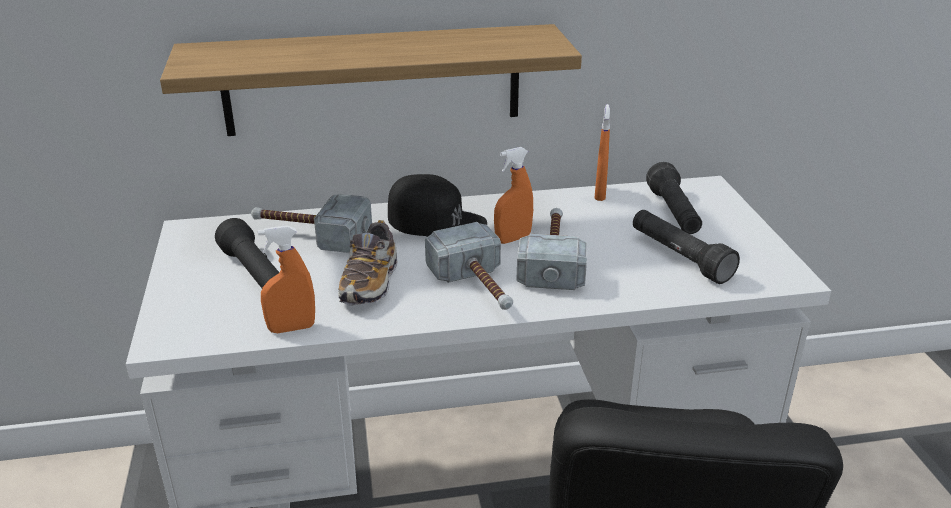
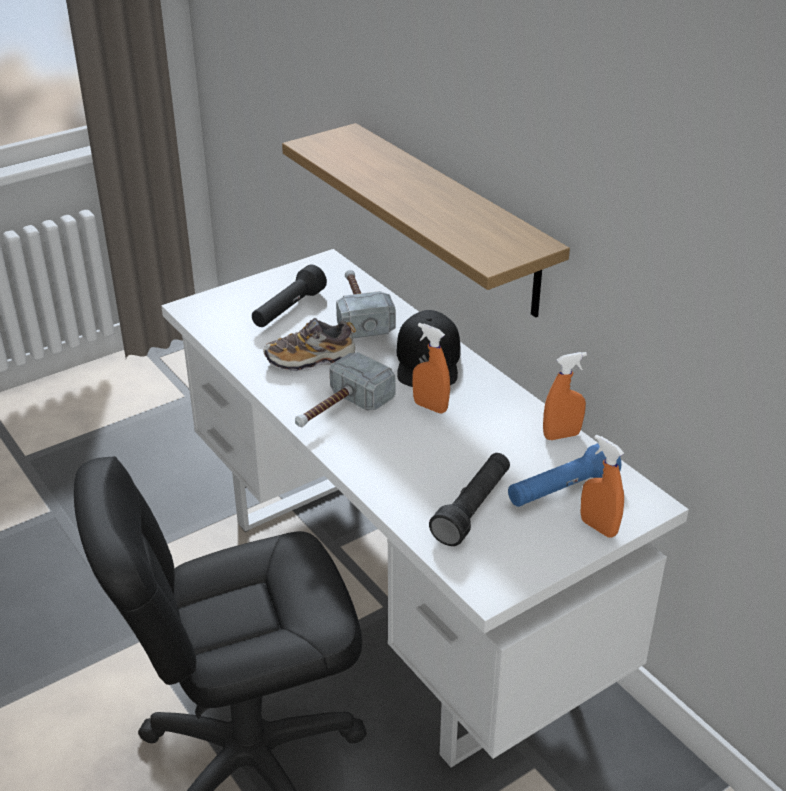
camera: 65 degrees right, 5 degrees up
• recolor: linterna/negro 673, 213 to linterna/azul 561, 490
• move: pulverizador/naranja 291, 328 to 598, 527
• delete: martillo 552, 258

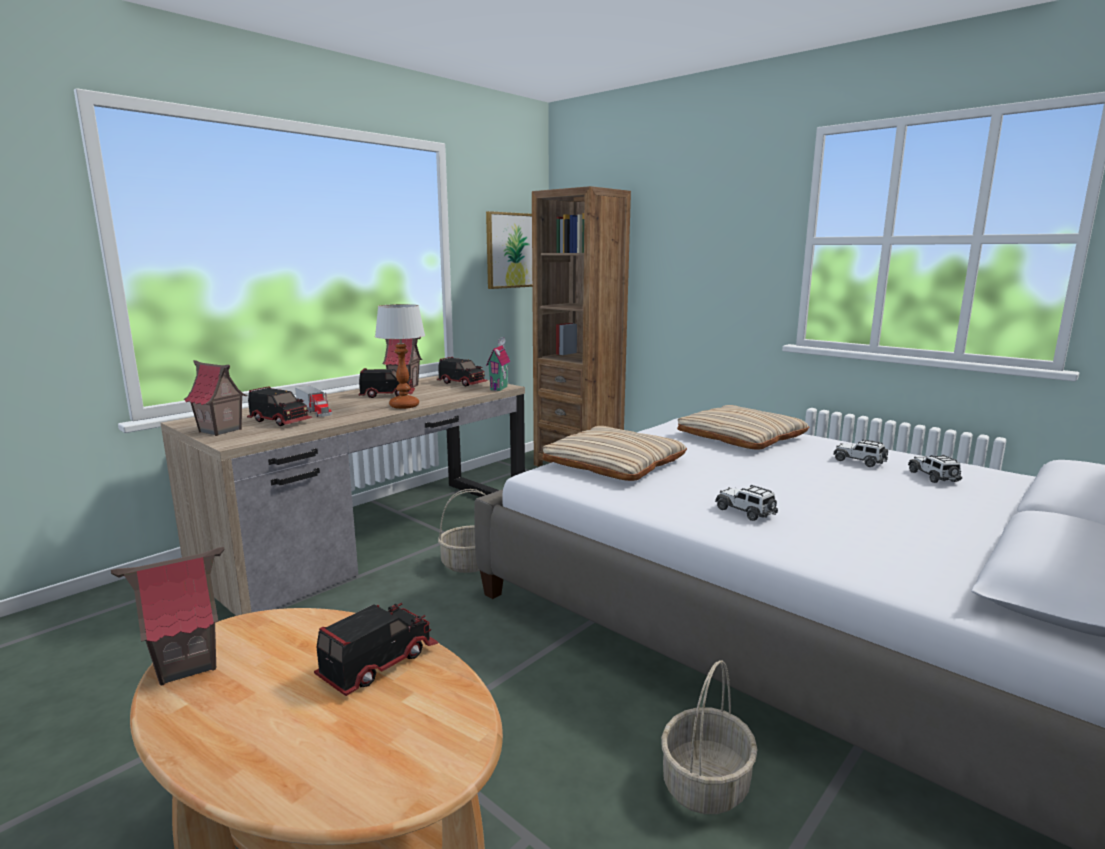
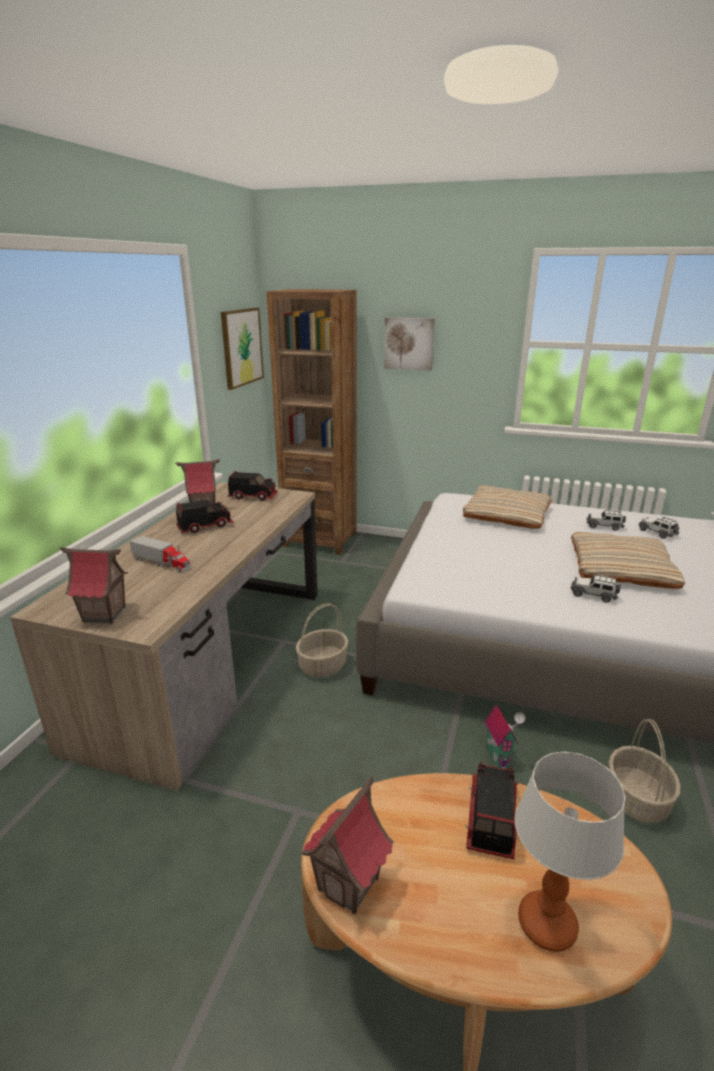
camera: 25 degrees left, 10 degrees up
• insert: cuadro 409, 343
• move: casita 500, 388 to 500, 756
• move: lámpara de mesa 404, 406 to 547, 925
• move: cojín/beis 614, 463 to 621, 567
• delete: camión de juguete 280, 421

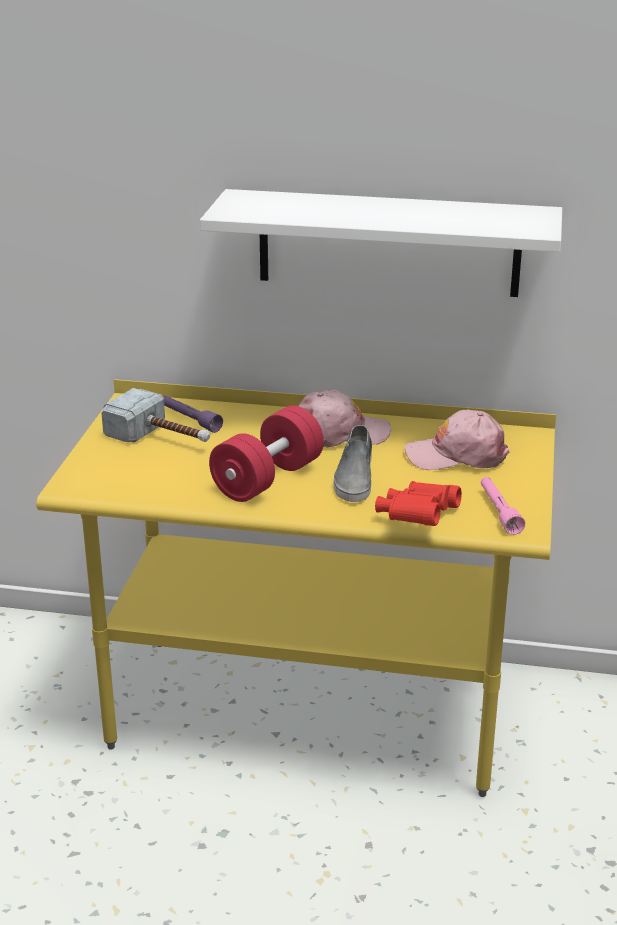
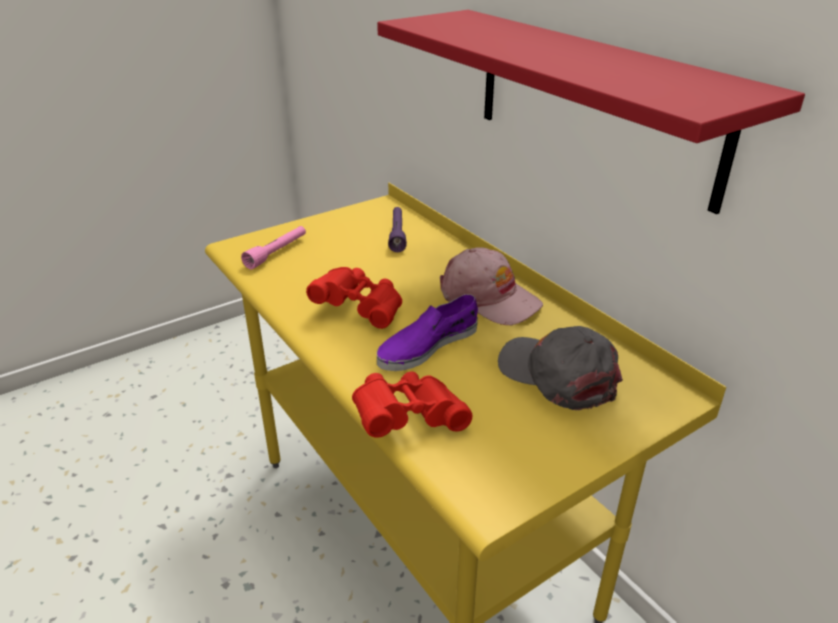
camera: 45 degrees right, 5 degrees up
• move: linterna/rosa 499, 512 to 277, 253
• replace: mancuerna/rojo 267, 479 to prismáticos/rojo 360, 309
• recolor: estante/blanco 388, 243 to estante/rojo 592, 102
• recolor: zapato/gris 354, 477 to zapato/morado 427, 345
• recolor: gorra/rosa 456, 455 to gorra/gris 558, 375
• delete: martillo 162, 439

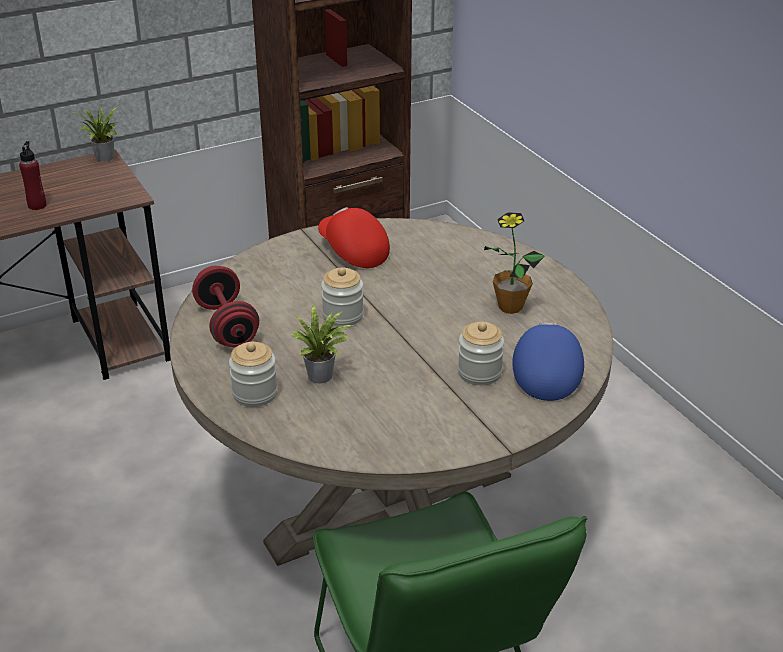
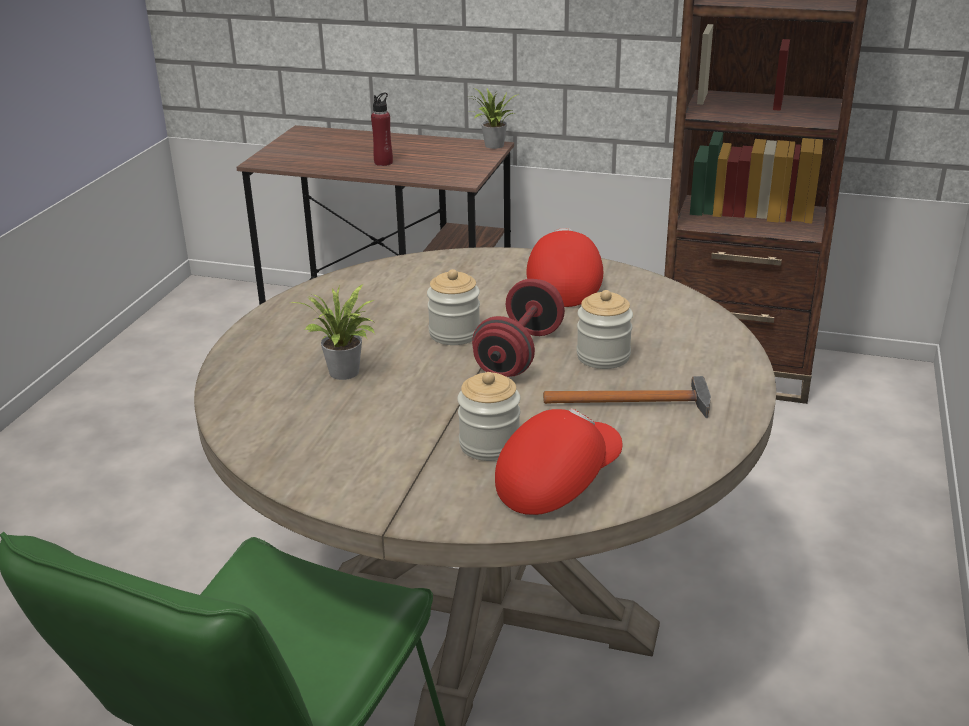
camera: 45 degrees right, 5 degrees down
• move: mancuerna/rojo 227, 325 to 519, 354
• recolor: gorra/azul 545, 373 to gorra/rojo 556, 482
• replace: planta en maceta 510, 307 to martillo 635, 402
• move: tarro 255, 393 to 603, 356

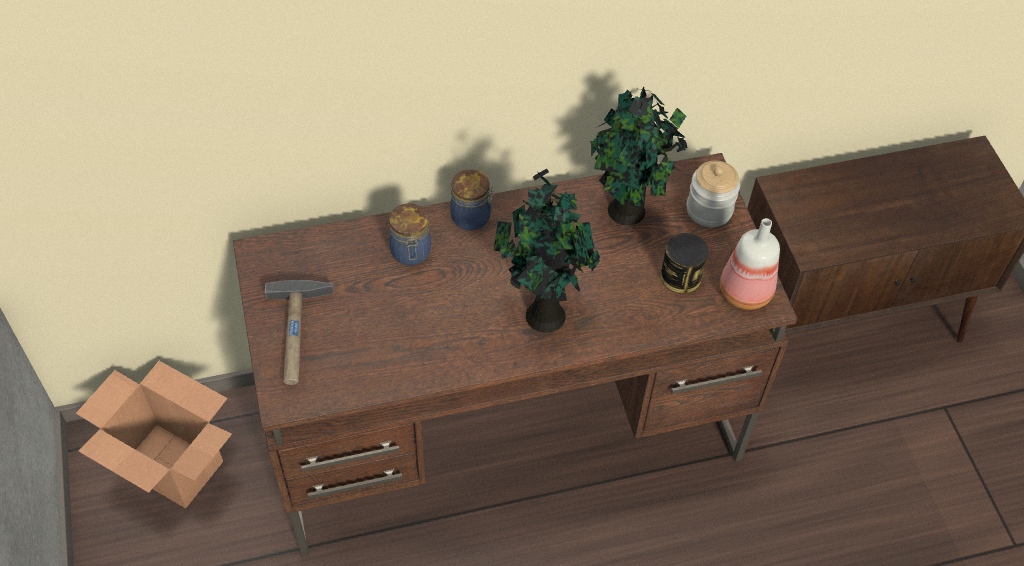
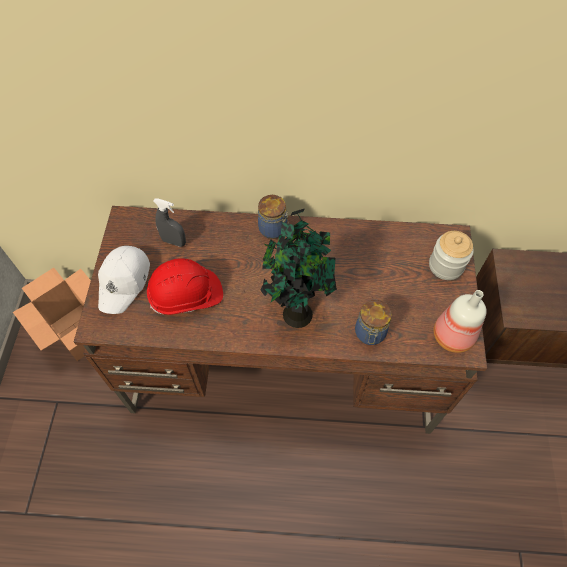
camera: 20 degrees right, 5 degrees up
• replace: martillo 298, 334 to gorra/blanco 125, 282
• insert: casco/rojo 186, 296
• insert: pulverizador/gris 174, 242
• move: tarro 411, 253 to 369, 334
• delete: planta en maceta 627, 213
• delete: lata 680, 276

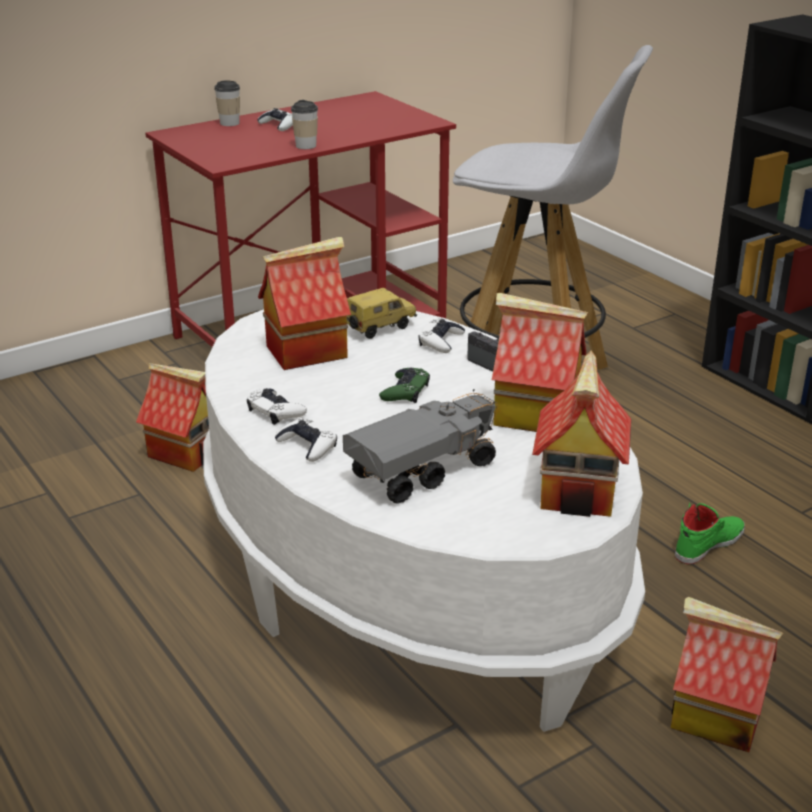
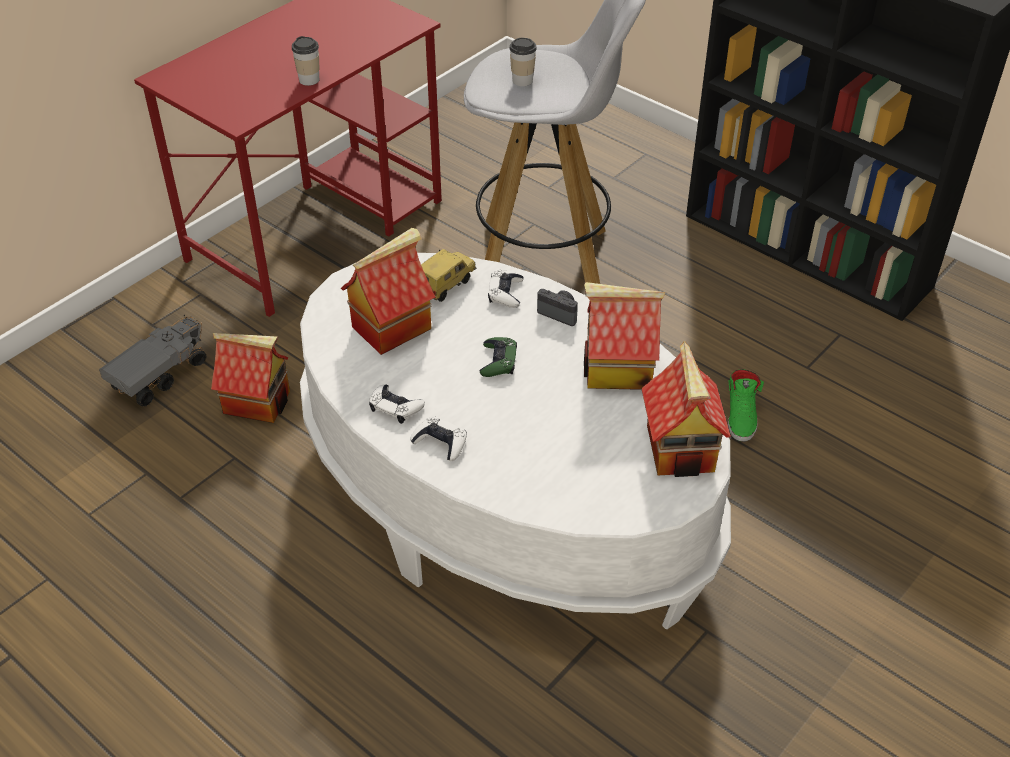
camera: 15 degrees left, 15 degrees up
• move: camión de juguete 424, 470 to 160, 375
• move: taza 229, 123 to 522, 81
• rotate: zapato/verde 708, 543 = 741, 415 150 degrees clockwise
• delete: mando de consola/blanco 279, 125
• delete: casita 714, 718

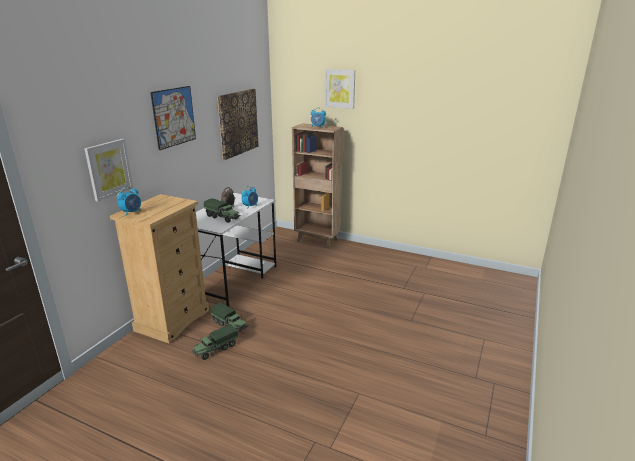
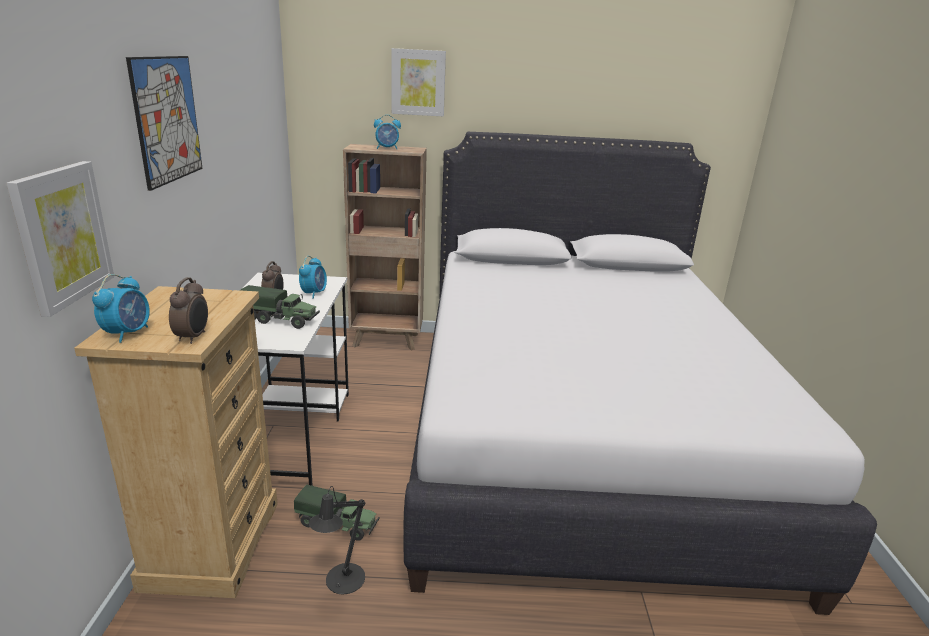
camera: 25 degrees left, 0 degrees up
• insert: despertador 193, 337
• replace: camión de juguete 215, 349 to lámpara de mesa/negro 341, 582
• insert: cama/blanco 575, 431
• delete: cuadro 237, 123

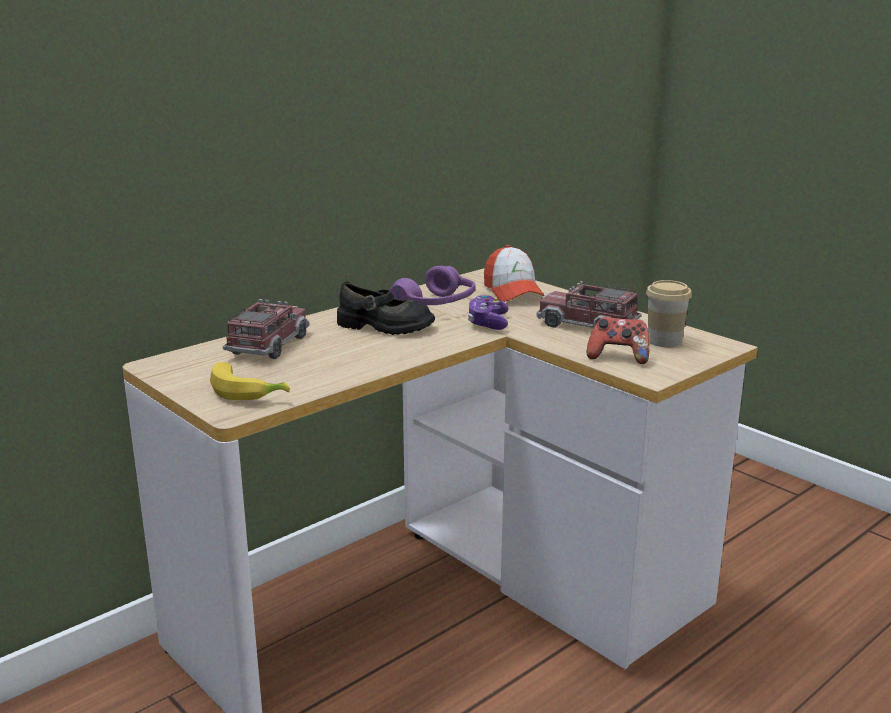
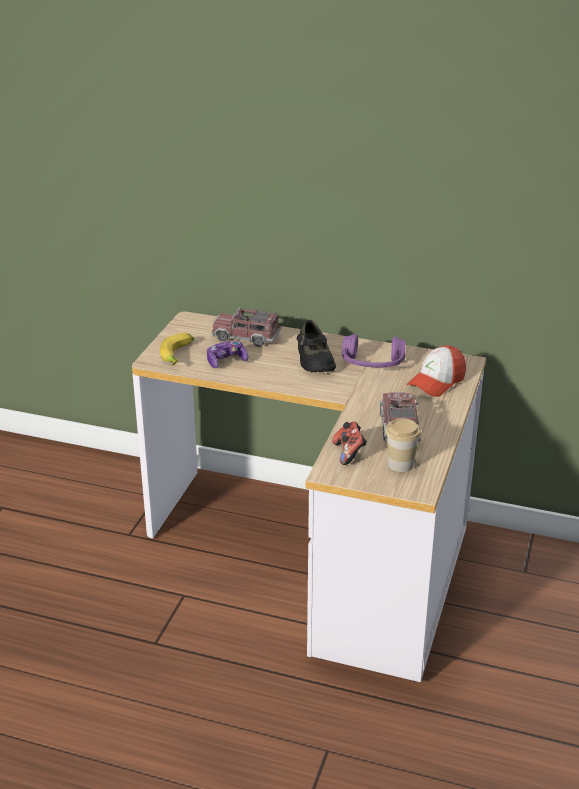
camera: 60 degrees right, 10 degrees up
• move: mando de consola 488, 323 to 226, 361
• rotate: camión de juguete 269, 345 = 246, 337 150 degrees counterclockwise

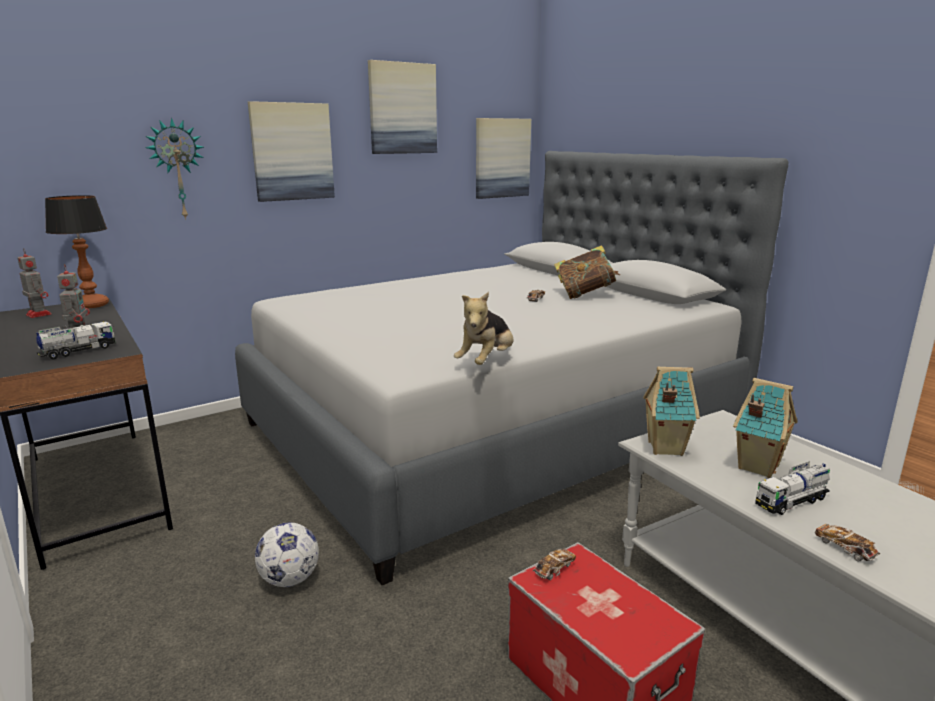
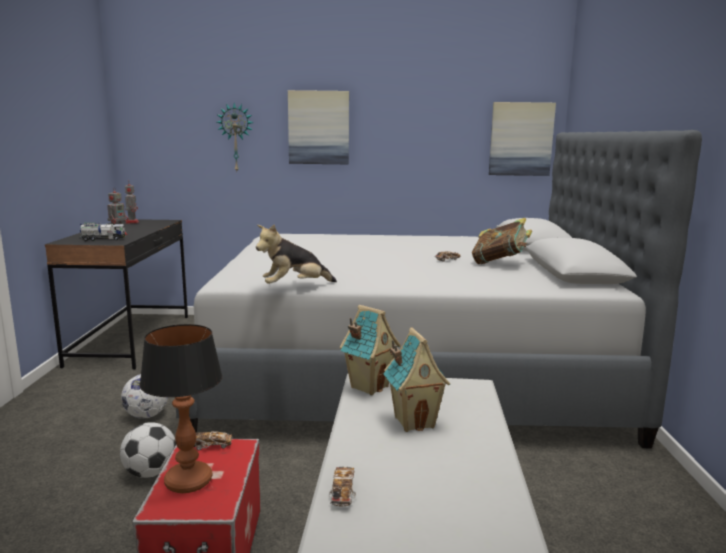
camera: 35 degrees right, 5 degrees down
• insert: balón de fútbol 150, 473
• move: lámpara de mesa 91, 305 to 188, 481
• delete: cuadro 402, 108
• delete: camión de juguete 791, 502

